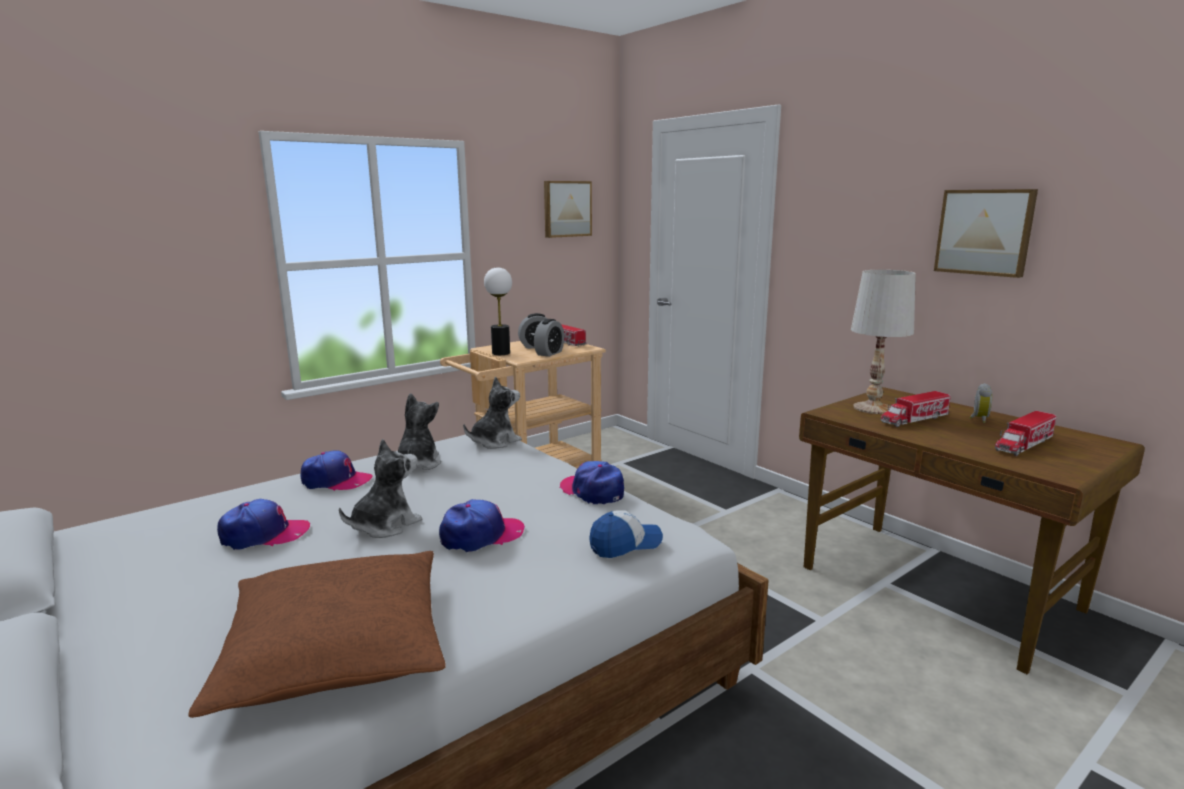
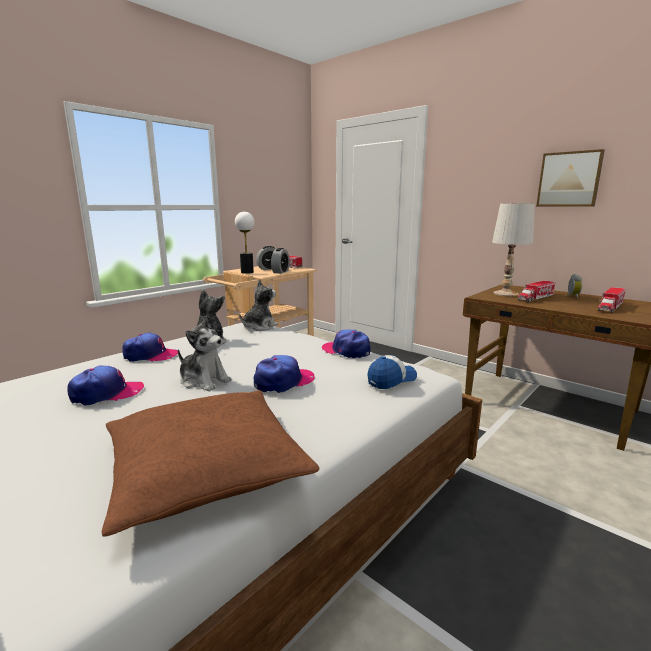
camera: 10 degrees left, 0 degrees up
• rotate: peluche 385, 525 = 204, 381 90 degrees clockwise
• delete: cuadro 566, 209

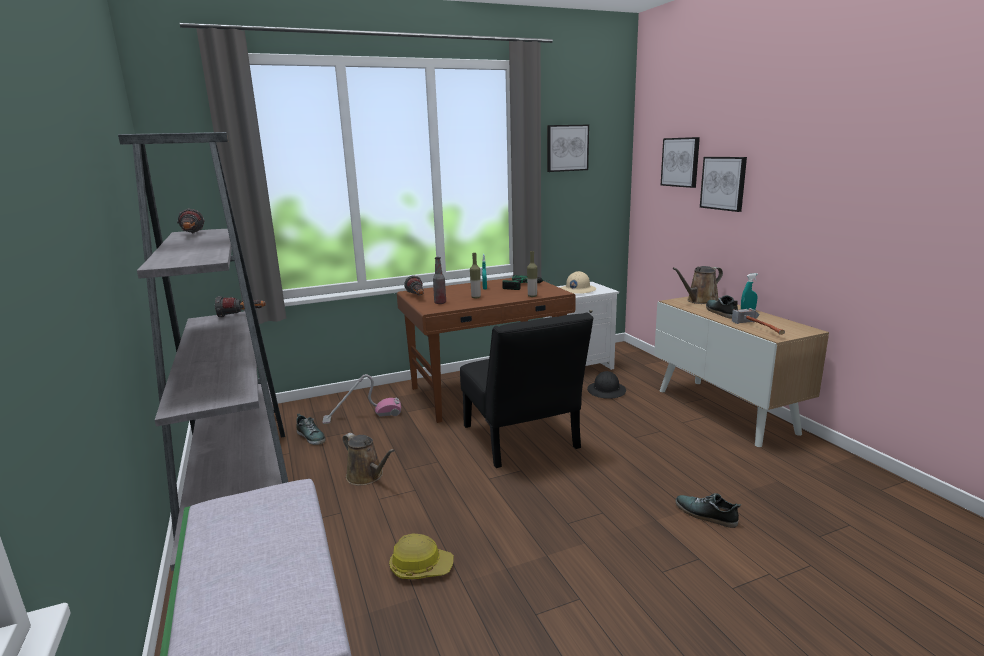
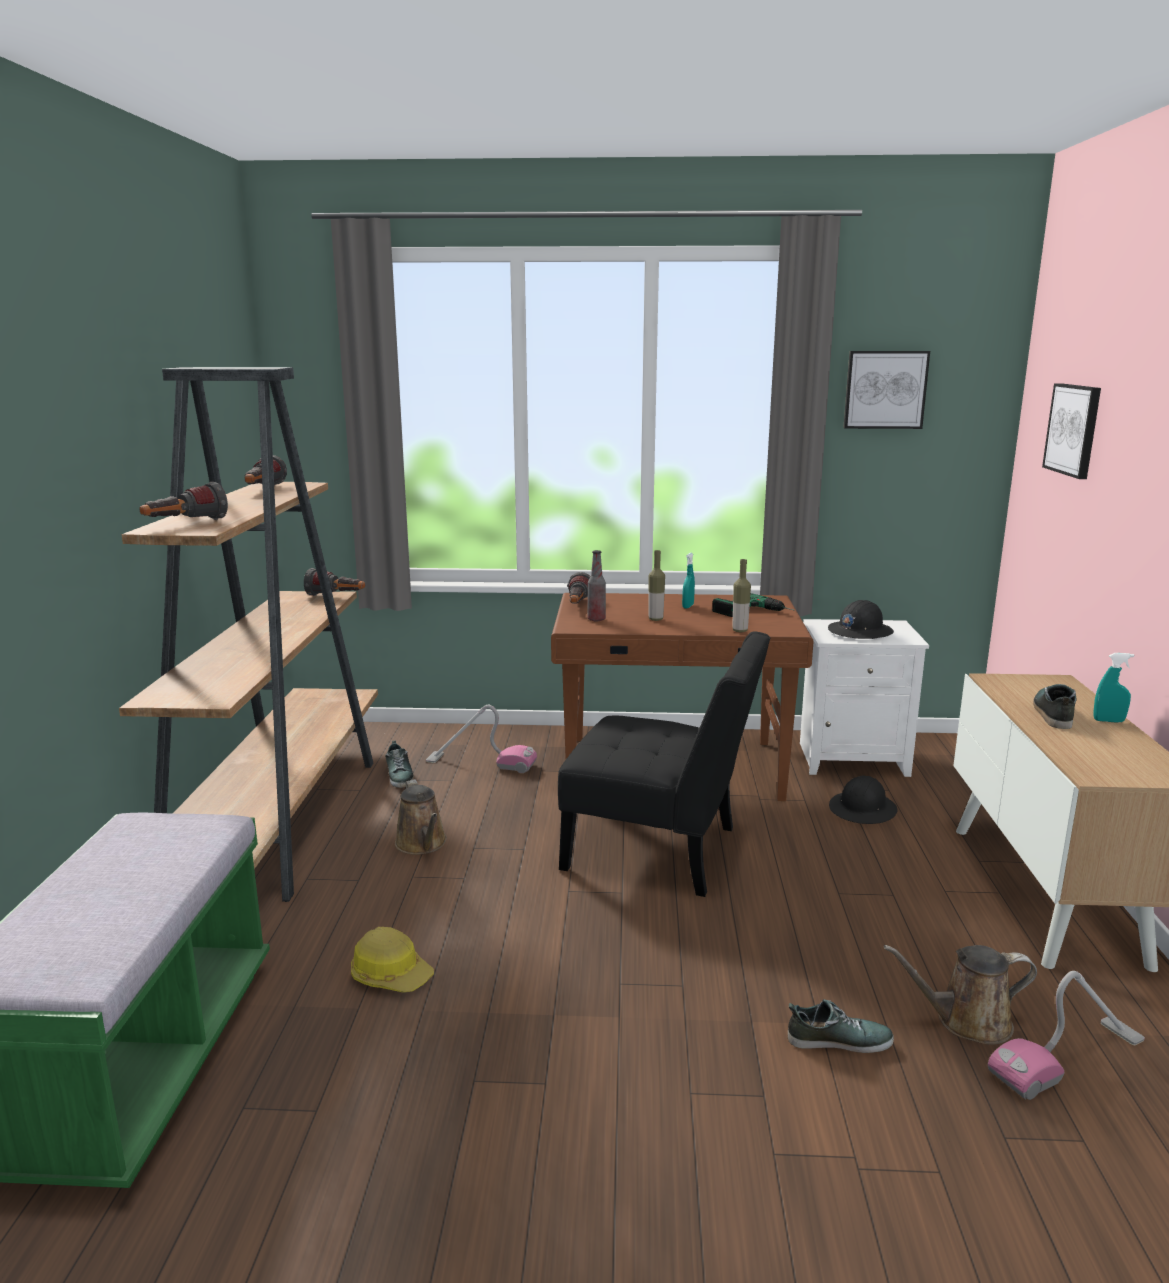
camera: 25 degrees right, 0 degrees up
• recolor: estantería/gris 240, 489 to estantería/marrón 277, 819
• insert: linterna 185, 524
• rotate: silla/negro 522, 440 = 661, 851 75 degrees counterclockwise
• rotate: zapato 705, 514 = 838, 1040 120 degrees clockwise
• recolor: casco/beis 577, 290 to casco/negro 859, 632
• move: regadera/marrón 700, 301 to 966, 1021
• insert: aspiradora 1067, 1058
• delete: cuadro 723, 183
• delete: martillo 763, 328

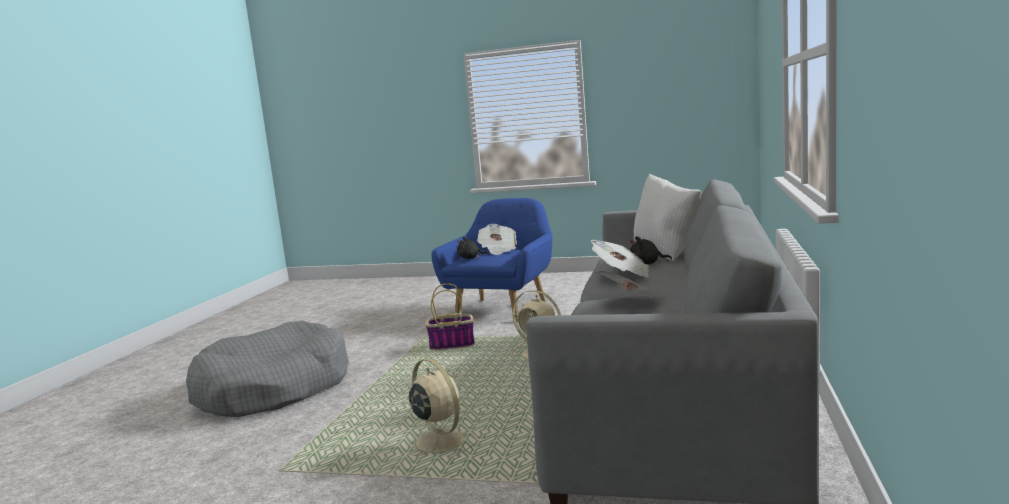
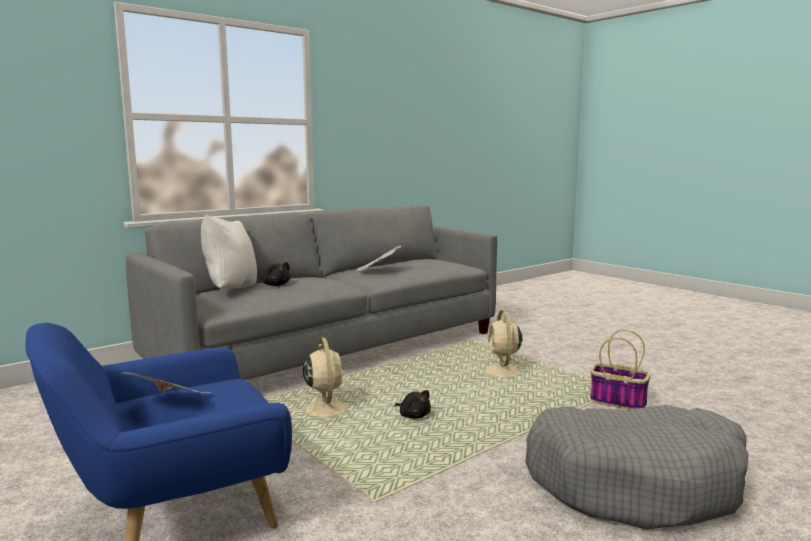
camera: 145 degrees left, 0 degrees up
• move: peluche/negro 471, 258 to 413, 416
• move: cesta 452, 345 to 616, 401
• delete: periódico 622, 274

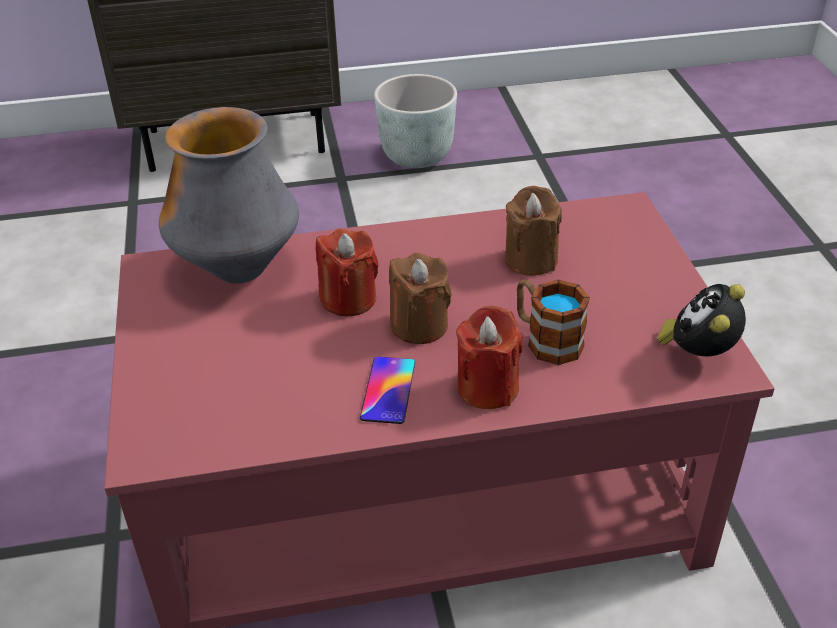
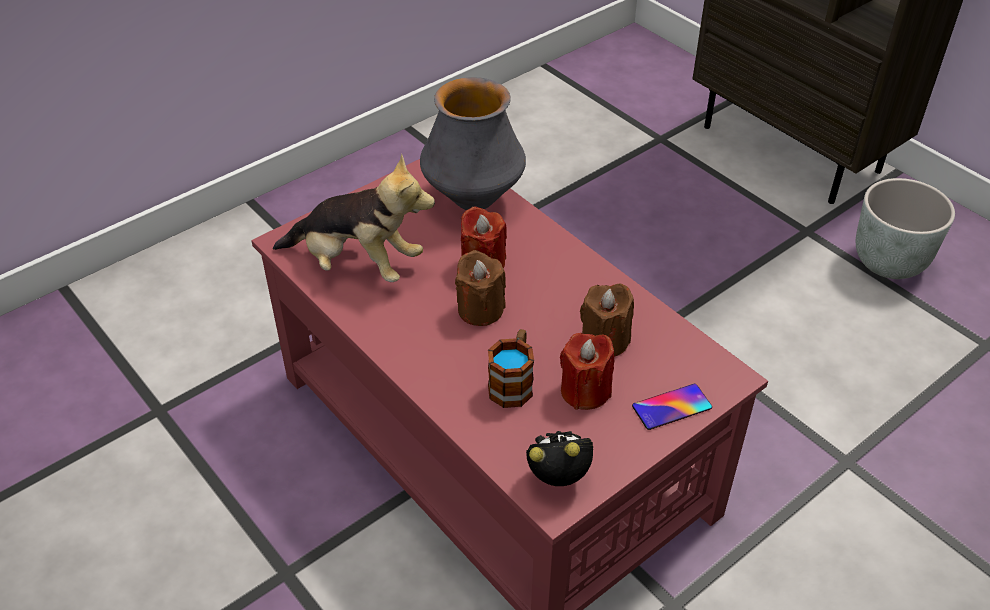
camera: 60 degrees right, 5 degrees up
• insert: peluche 357, 264
• move: vela/rojo 487, 388 to 585, 391
• move: móvil 388, 390 to 671, 407

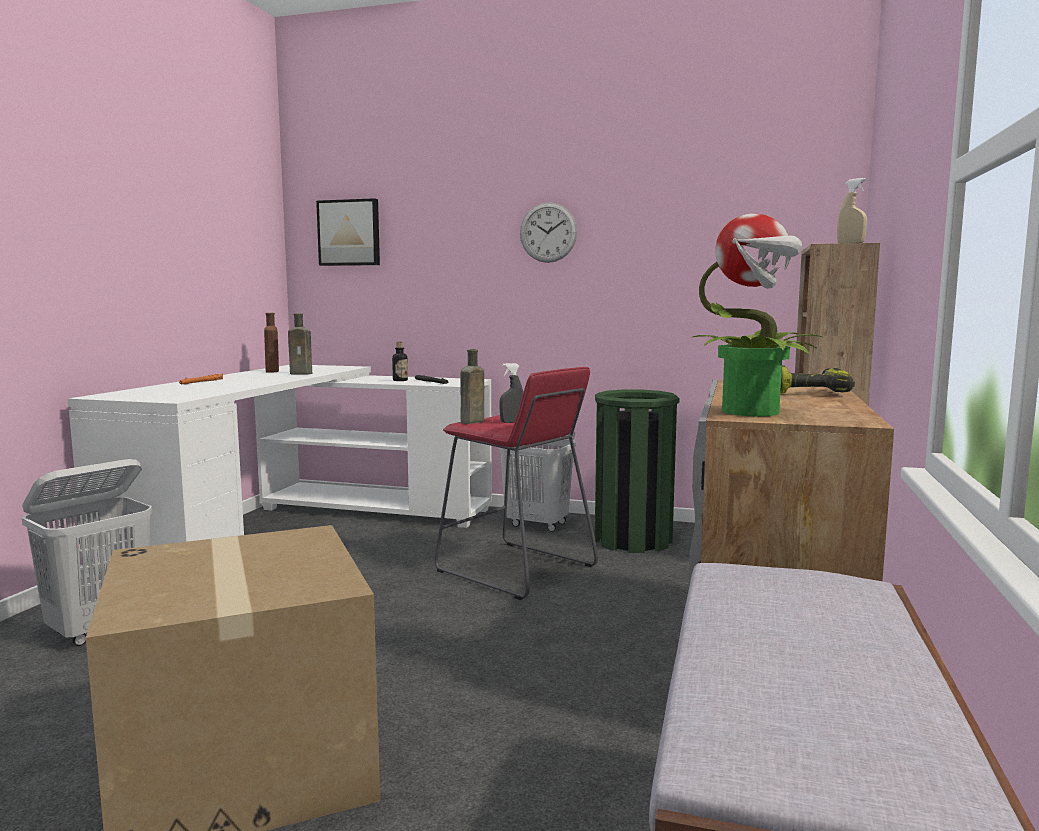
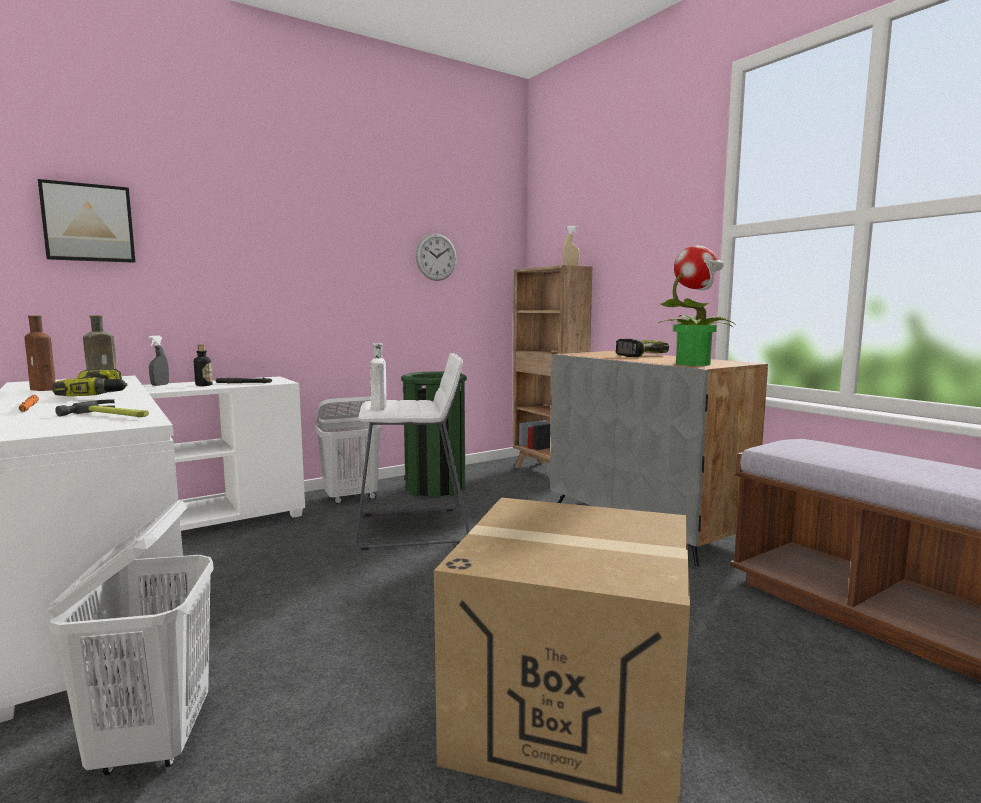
camera: 50 degrees left, 0 degrees up
• insert: taladro 100, 394
• insert: martillo 112, 415
• move: pulverizador/gris 511, 422 to 160, 385
• recolor: taburete/rojo 516, 569 to taburete/blanco 412, 528
• recolor: botella/marrón 471, 422 to botella/blanco 379, 408
• move: reloj de pared 548, 232 to 436, 257

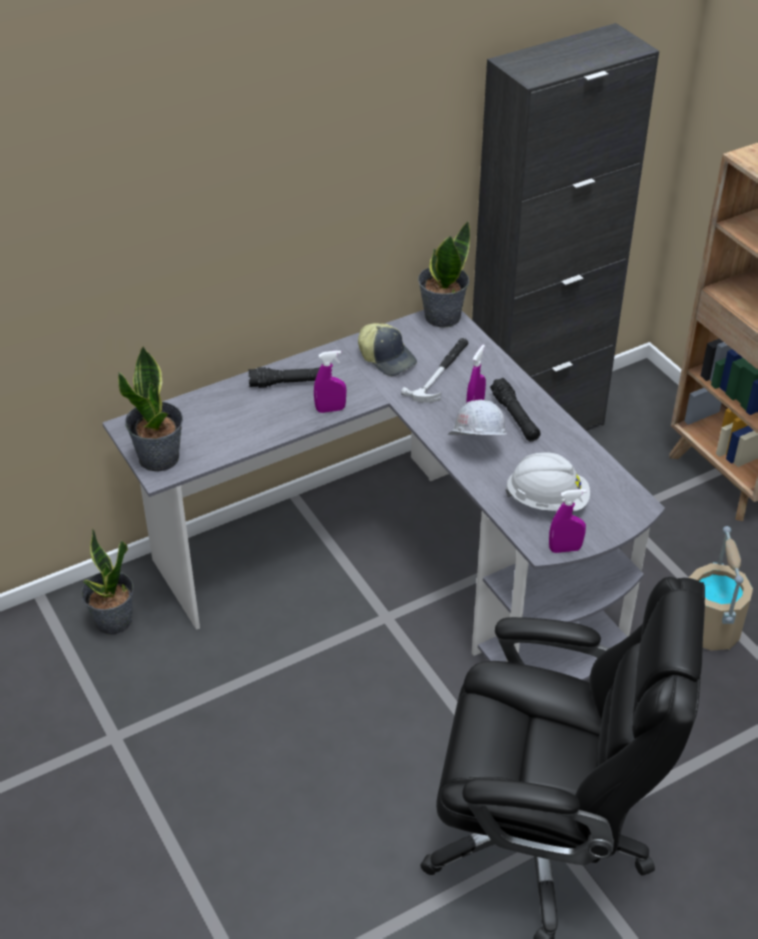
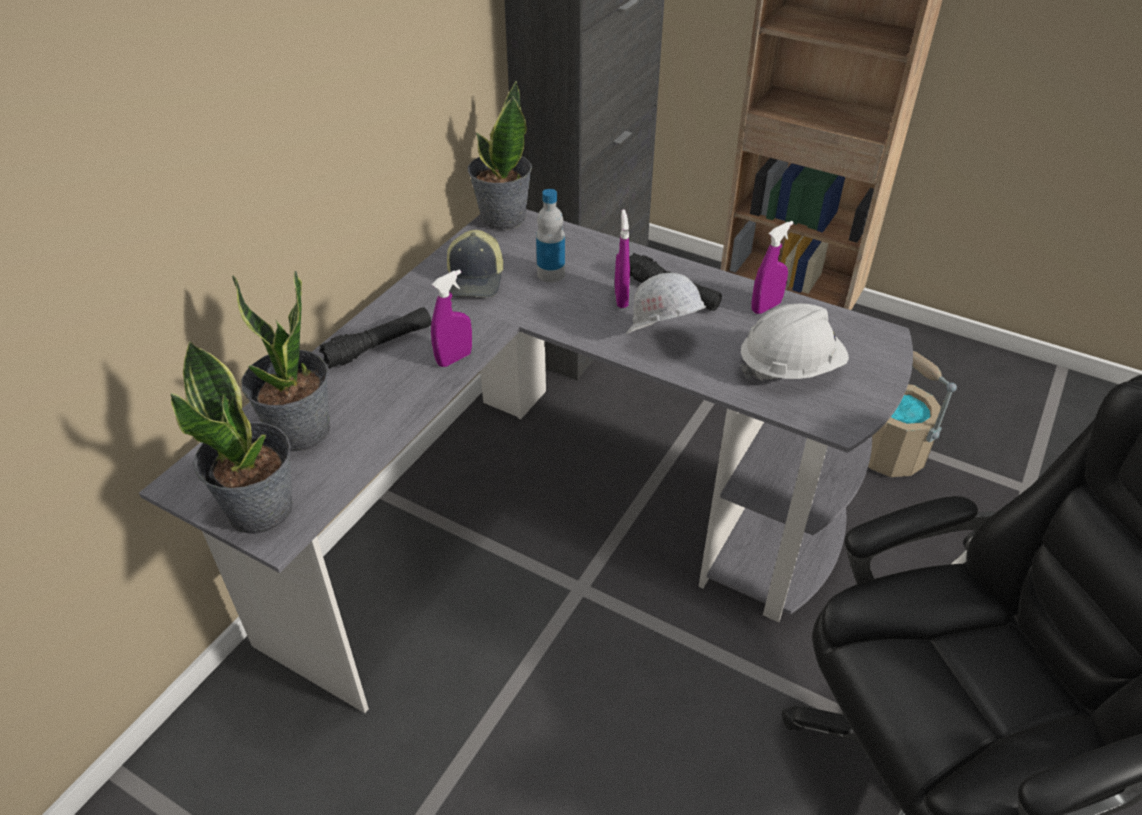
camera: 30 degrees left, 0 degrees up
• move: planta en maceta 113, 621 to 300, 431
• rotate: gorra 387, 358 = 476, 279 75 degrees clockwise
• replace: martillo 441, 372 to botella 551, 274
• move: pulverizador/morado 565, 549 to 766, 307

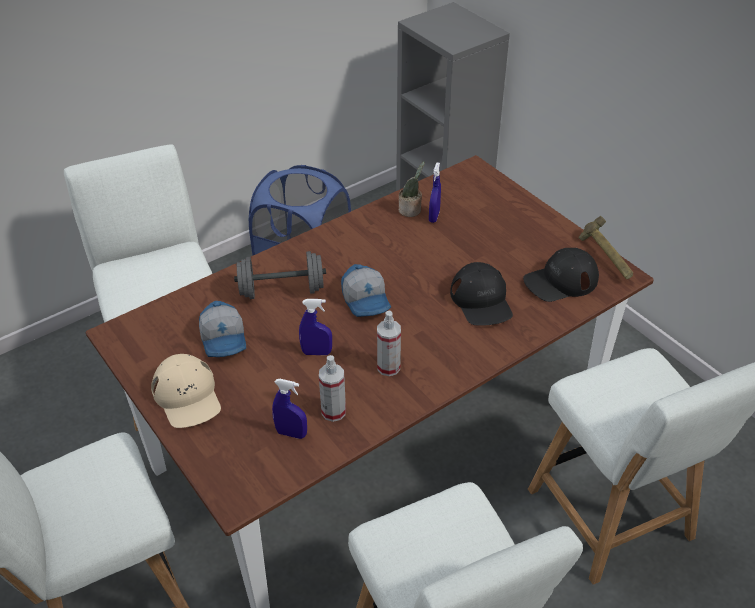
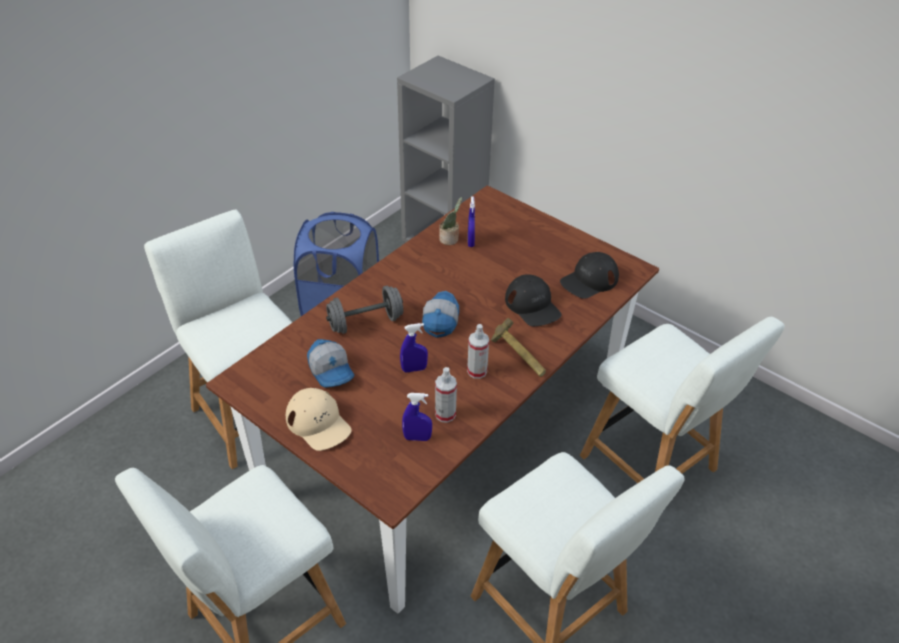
camera: 15 degrees left, 0 degrees up
• rotate: gorra 367, 300 = 440, 319 135 degrees counterclockwise
• move: martillo 606, 259 to 519, 358

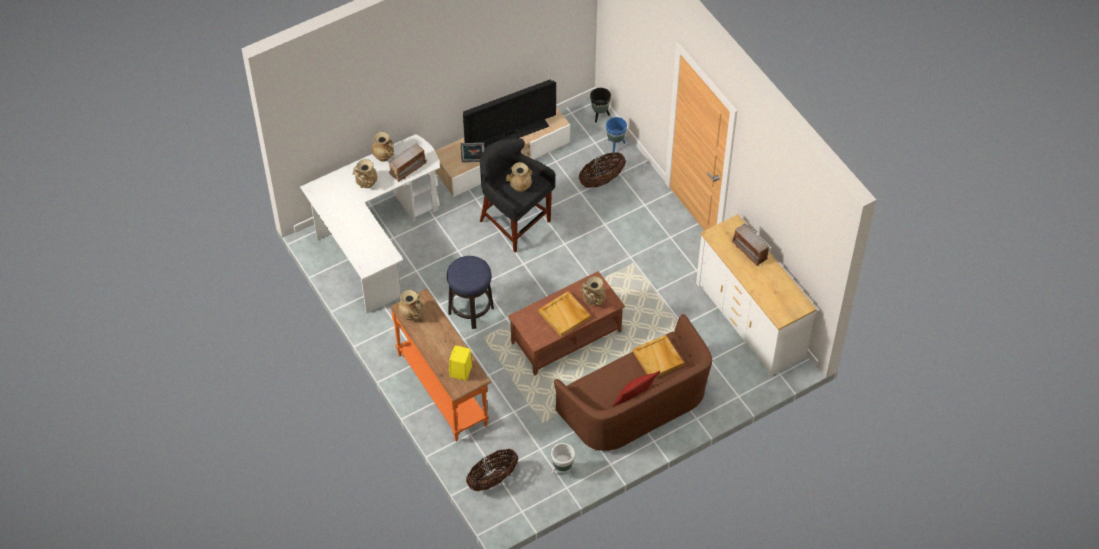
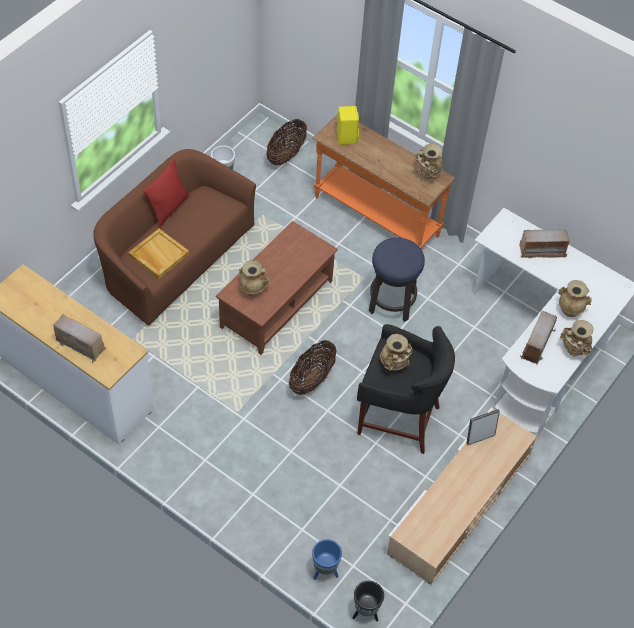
camera: 155 degrees right, 0 degrees up
• move: cesta 601, 180 to 312, 379
• insert: radio 542, 251
• delete: televisor 510, 135
• delete: bandeja/beis 564, 315

